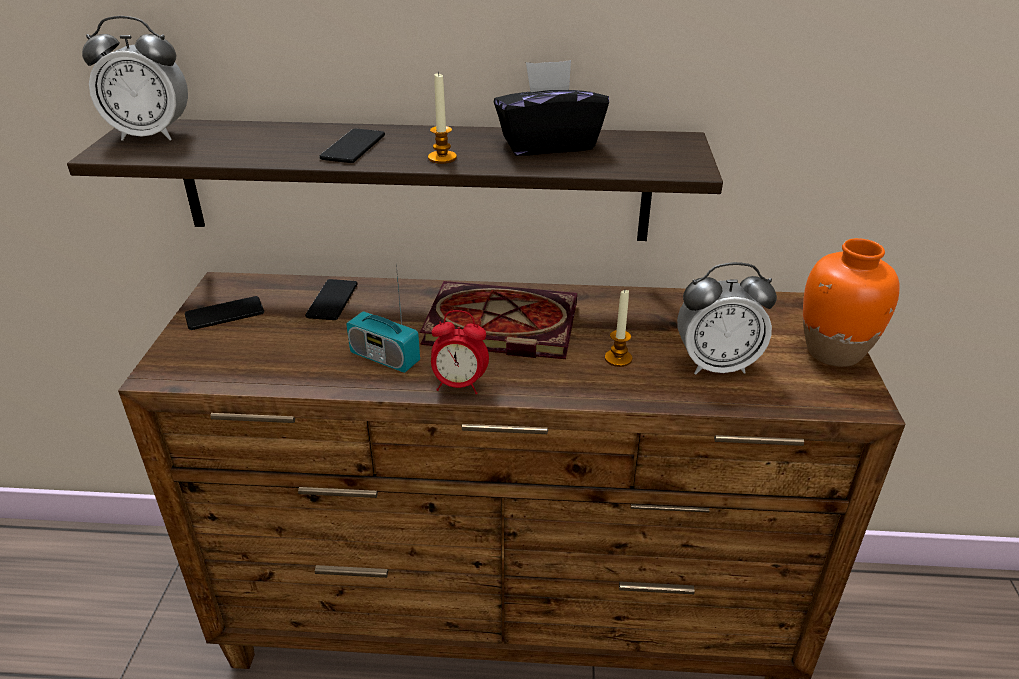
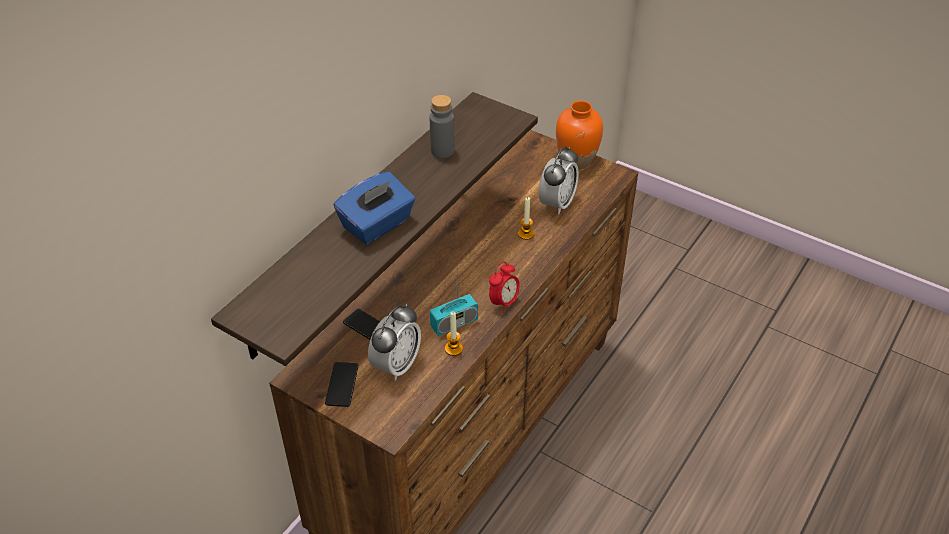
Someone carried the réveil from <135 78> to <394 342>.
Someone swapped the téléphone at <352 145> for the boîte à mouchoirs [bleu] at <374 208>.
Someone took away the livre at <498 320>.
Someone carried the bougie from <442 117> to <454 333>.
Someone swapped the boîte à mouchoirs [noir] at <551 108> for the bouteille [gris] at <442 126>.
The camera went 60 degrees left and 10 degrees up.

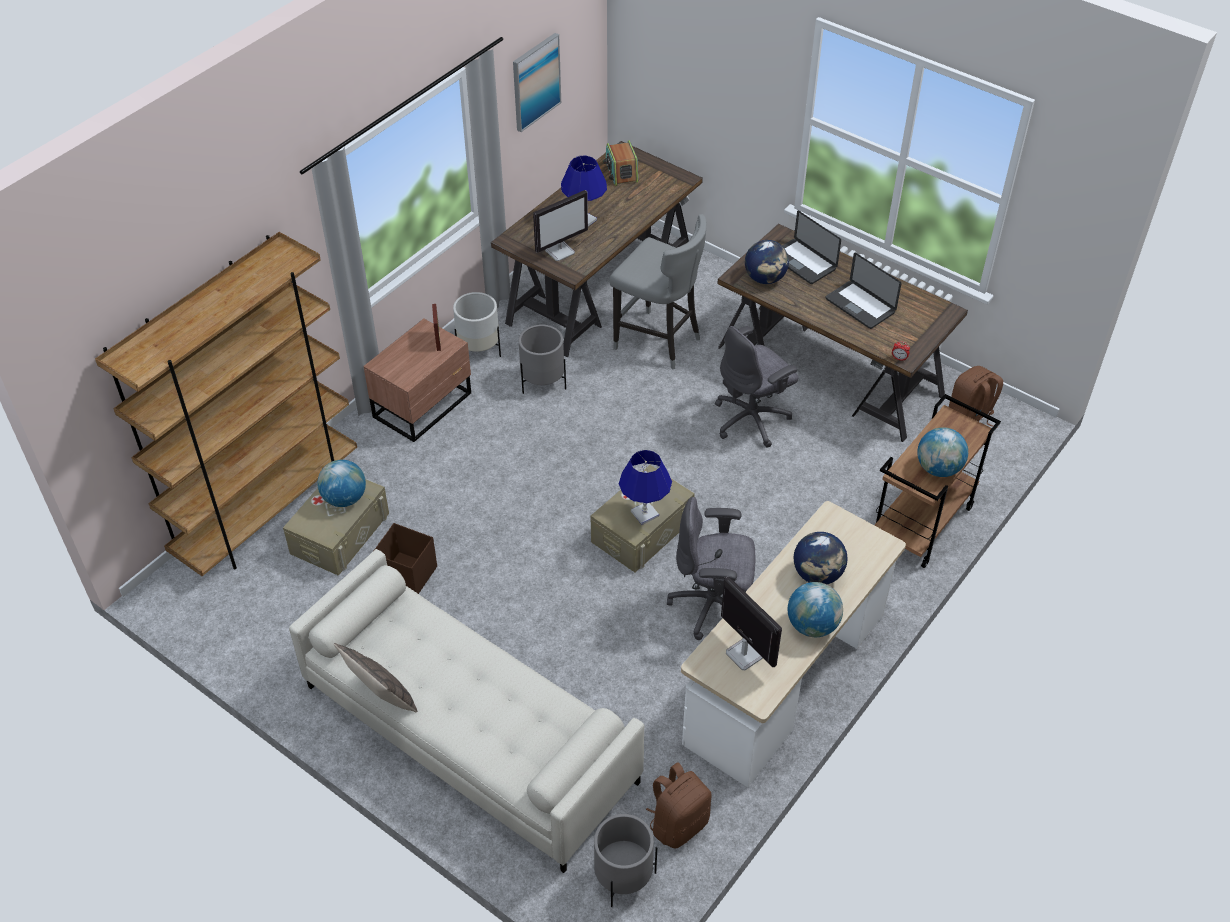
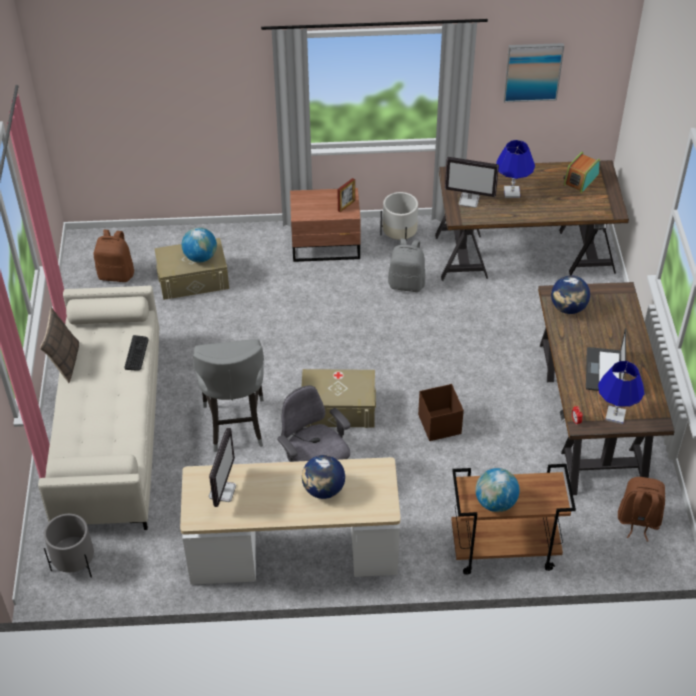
Someone took away the bibliothèque [marron] at <226 404>.
Someone carried the boîte de rangement [marron] from <405 558> to <441 412>.
Someone swapped the cache-pot [gris] at <542 359> for the sac à dos [gris] at <406 265>.
Someone carried the tabouret [gris] from <658 291> to <228 395>.
Someone carried the lampe de table [bleu] from <645 487> to <621 392>.
Someone carried the sac à dos [marron] from <678 805> to <114 256>.
Someone took away the chaise de bureau [gris] at <757 387>.
Someone took away the ordinateur portable at <811 247>.
Someone took away the globe at <815 609>.
Someone put down the clavier at <136 353>.
The camera went 50 degrees right and 0 degrees up.

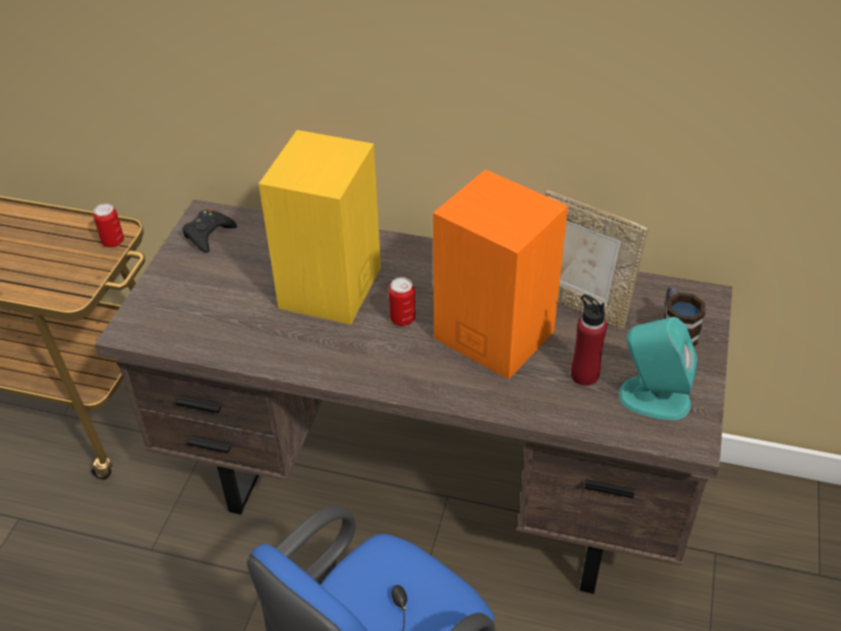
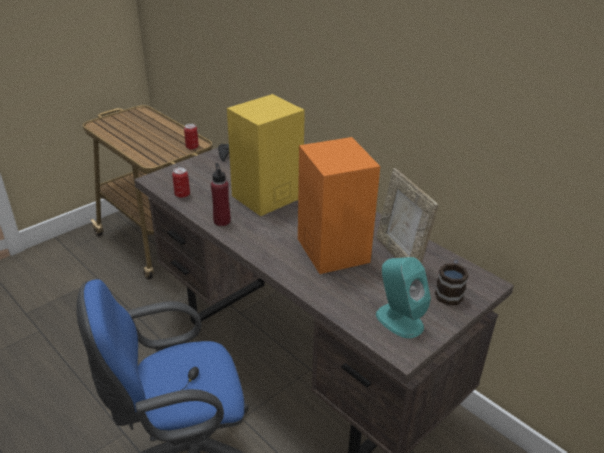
Someone carried the boîte métallique from <402 301> to <181 182>.
Someone carried the bouteille [rouge] from <589 340> to <221 194>.
The camera went 30 degrees right and 10 degrees down.

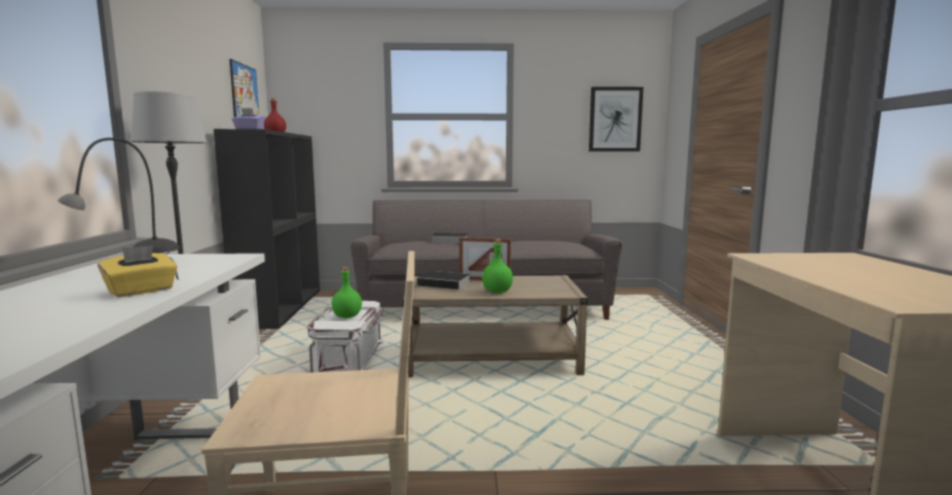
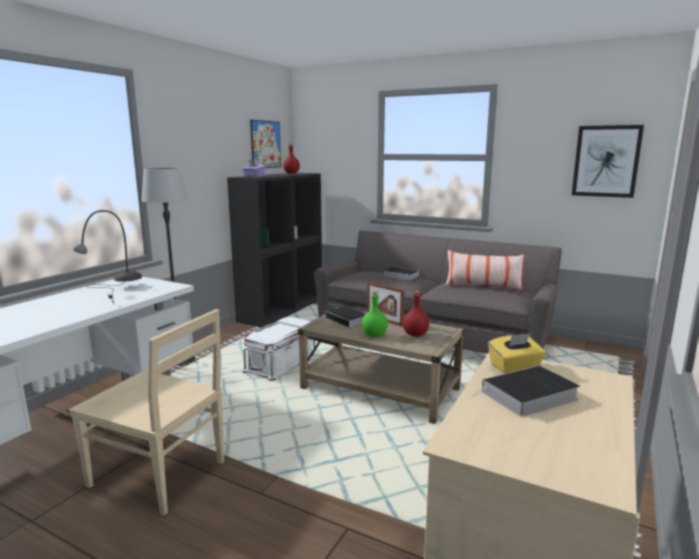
Someone carried the boîte à mouchoirs [jaune] from <137 271> to <517 353>.
Someone took away the bouteille [vert] at <346 292>.
Someone put down the bouteille [rouge] at <416 314>.
Someone put down the coussin at <485 270>.
Someone put down the livre at <526 391>.
The camera went 30 degrees right and 5 degrees up.

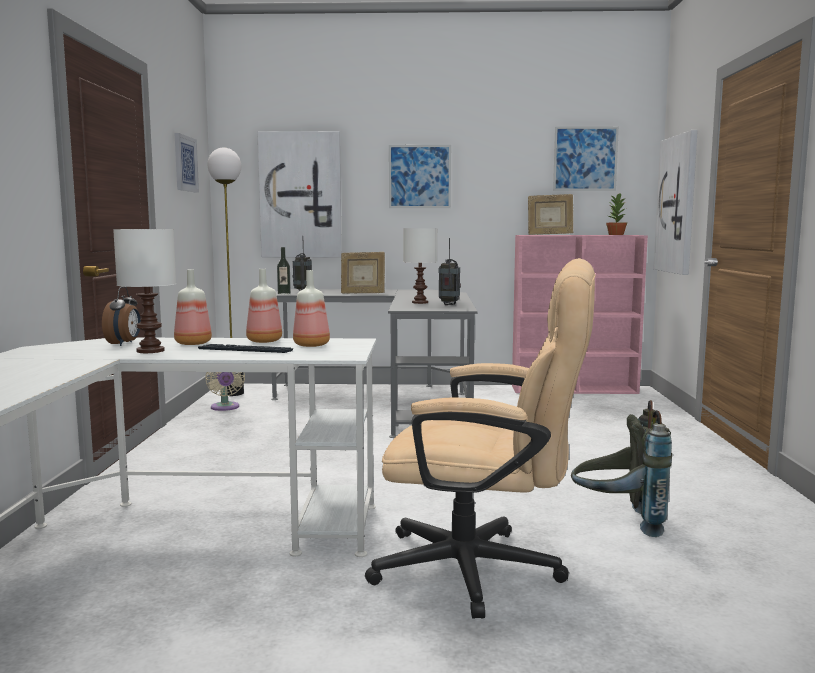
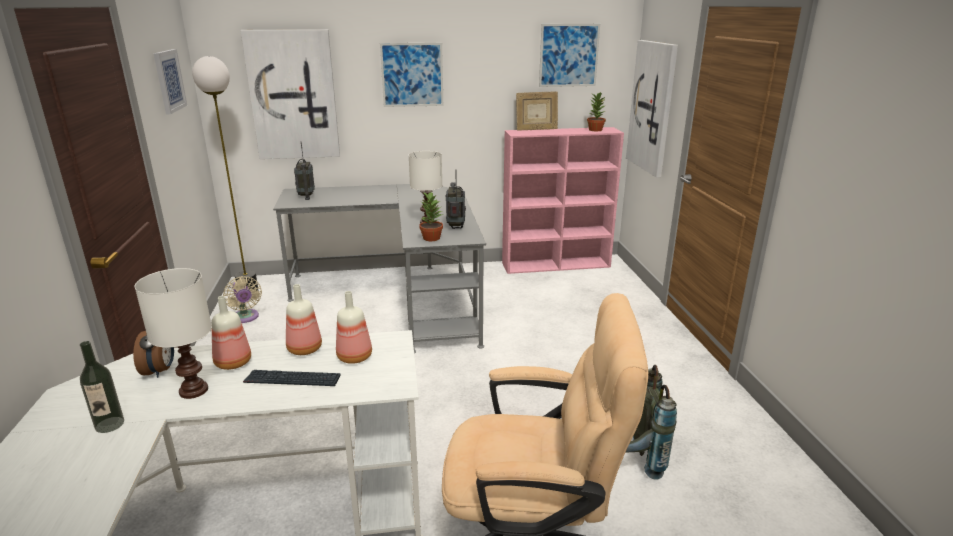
Someone carried the bouteille from <284 271> to <102 387>.
Someone took away the cadre photo at <363 272>.
Someone put down the plante en pot at <431 216>.
The camera went 10 degrees left and 15 degrees up.

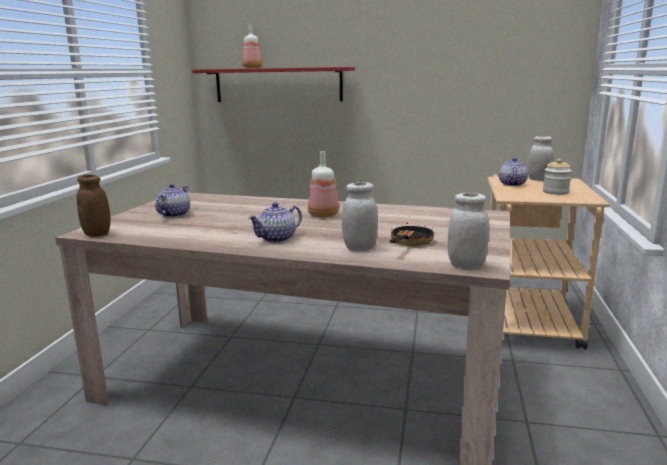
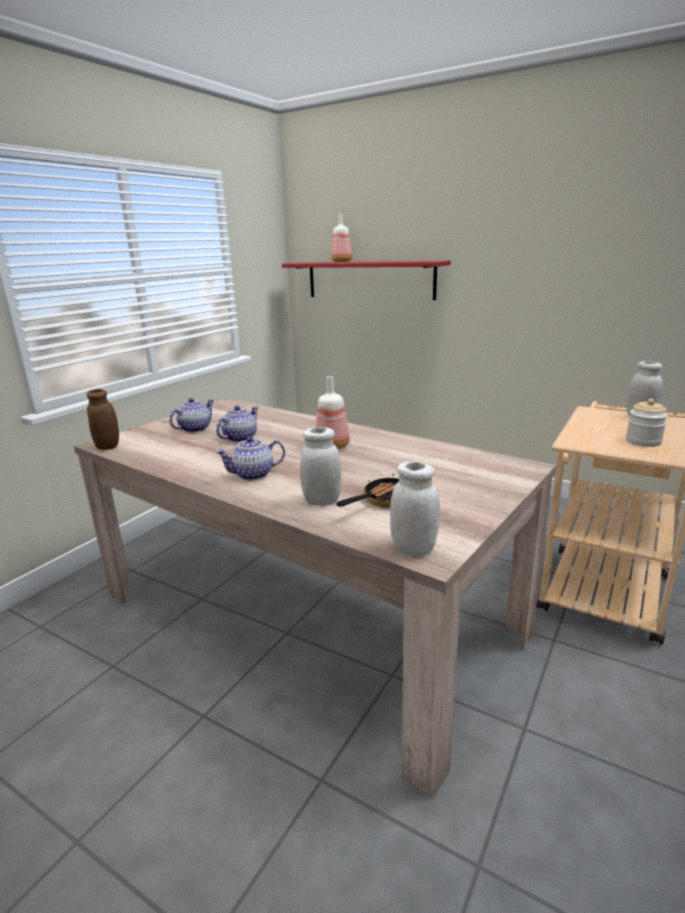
Someone carried the théière from <513 172> to <237 424>.
The camera went 20 degrees right and 5 degrees up.

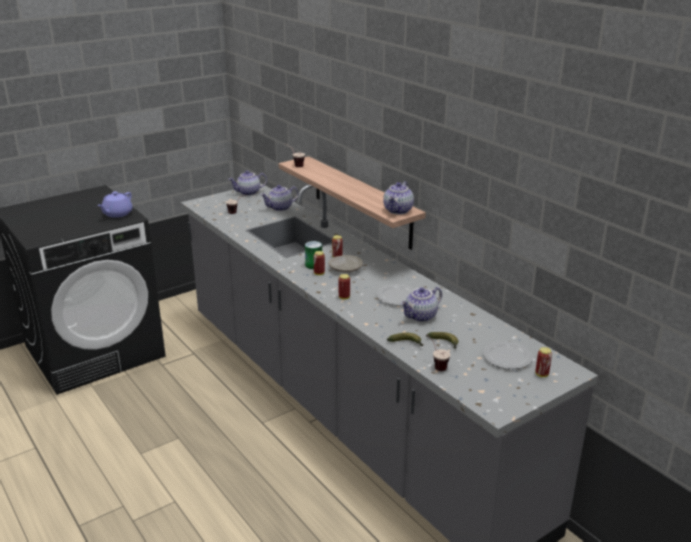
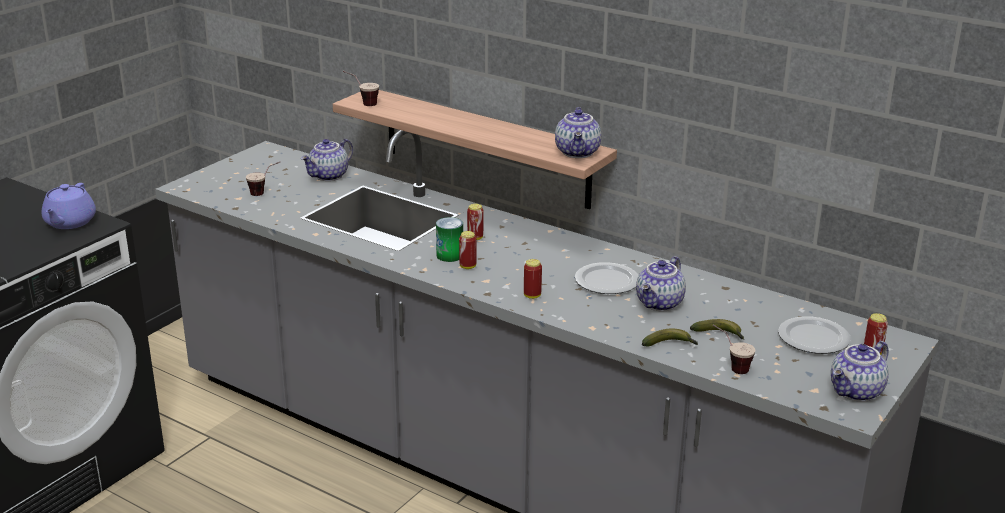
Someone carried the théière from <247 183> to <860 371>.
Someone took away the assiette [beige] at <345 264>.
The camera went 20 degrees left and 0 degrees up.

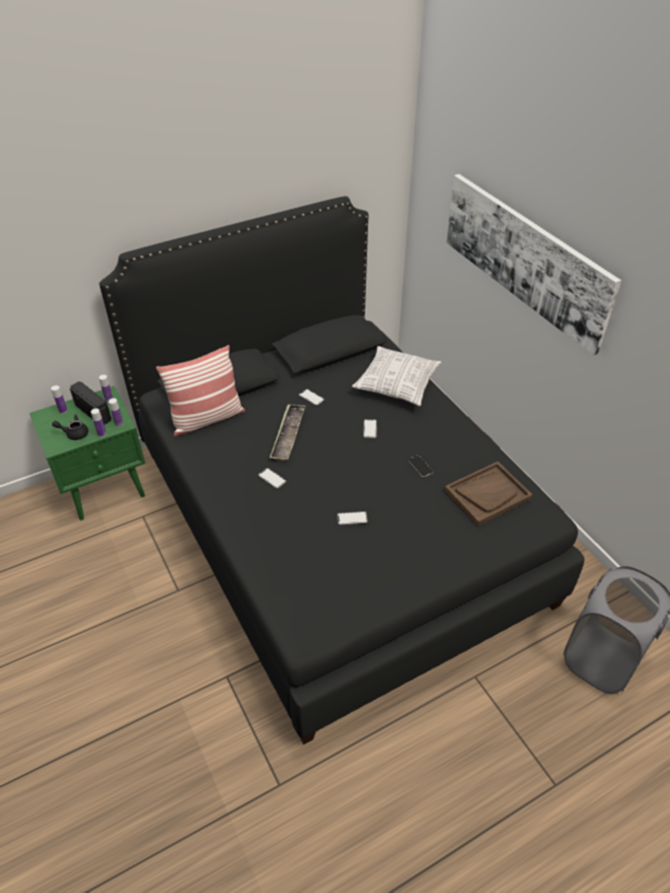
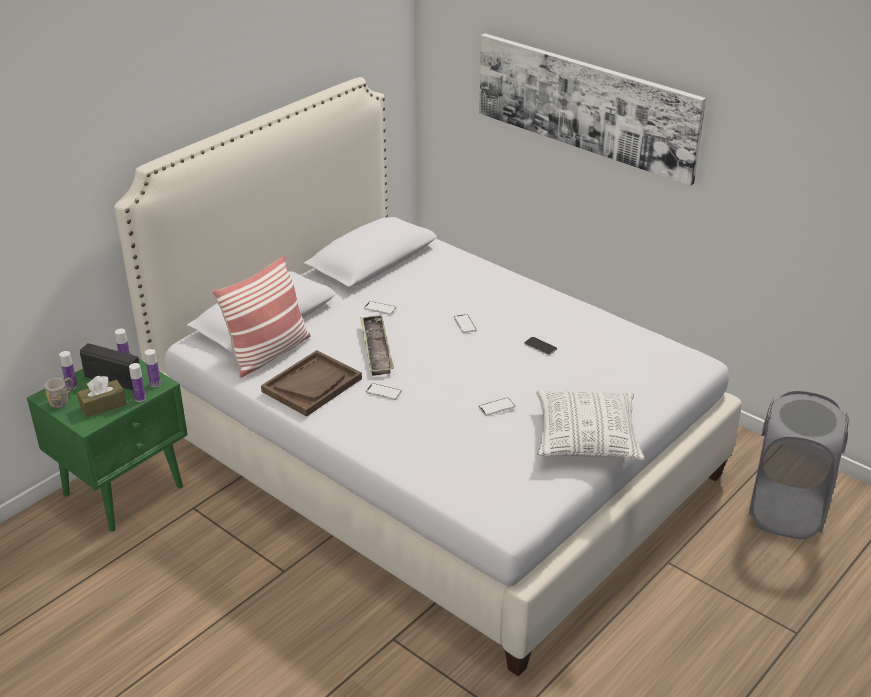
Someone swapped the théière [noir] at <70 427> for the boîte à mouchoirs [marron] at <102 396>.
Someone repainted the lit [noir] at <341 470>, which became the lit [blanc] at <428 377>.
Someone carried the coussin from <397 376> to <590 425>.
Someone carried the plateau [marron] from <489 493> to <311 383>.
Someone put down the mug [gris] at <59 392>.
The camera went 20 degrees left and 10 degrees down.

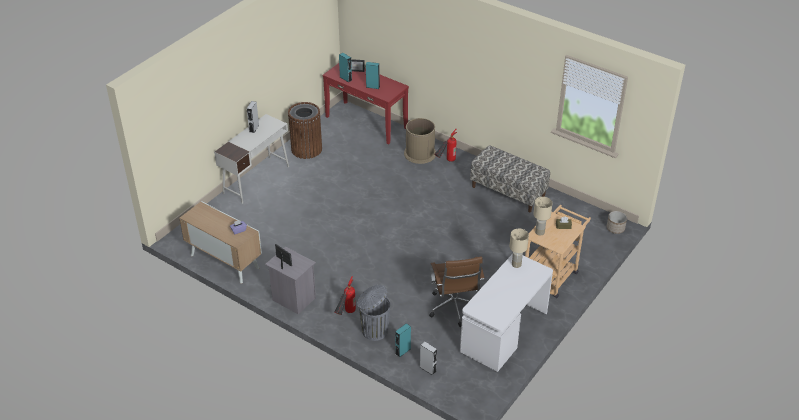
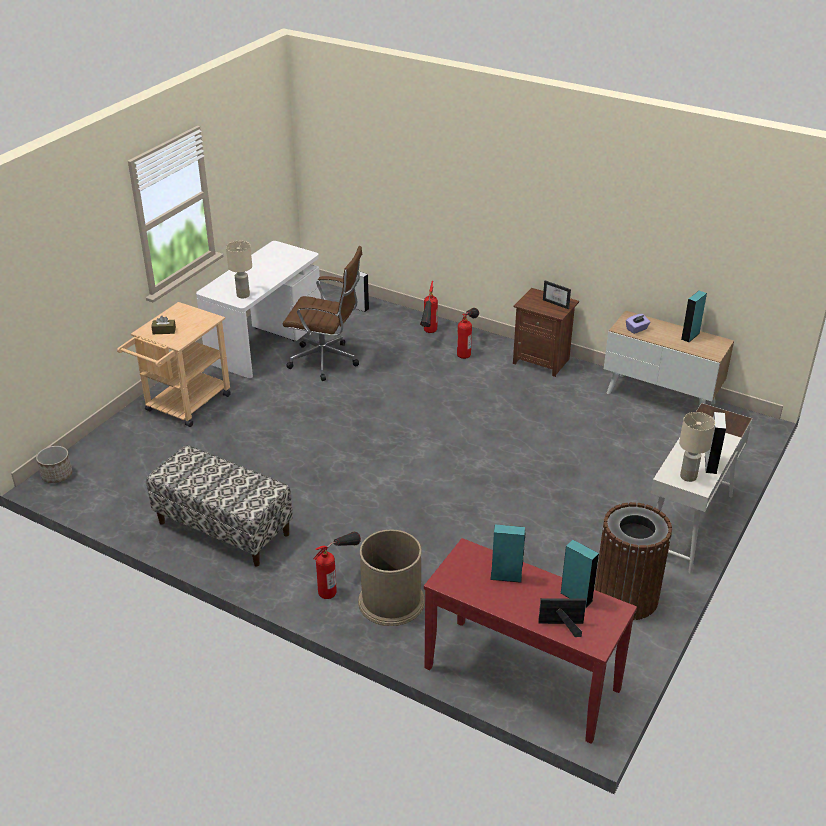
Someone repainted the table de chevet [gris] at <290 280>, which became the table de chevet [marron] at <546 332>.
Someone swapped the poubelle [gris] at <373 312> for the extincteur at <429 307>.
Someone carried the enceinte [turquoise] from <403 340> to <694 316>.
Someone rotated the chaise de bureau [marron] at <456 292> by 120 degrees clockwise.
Someone carried the lampe de table [beige] from <543 216> to <697 447>.
The camera went 175 degrees right and 5 degrees down.

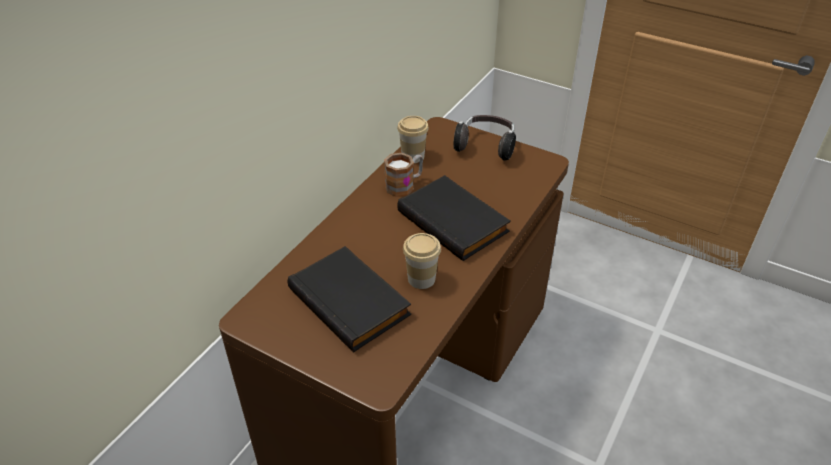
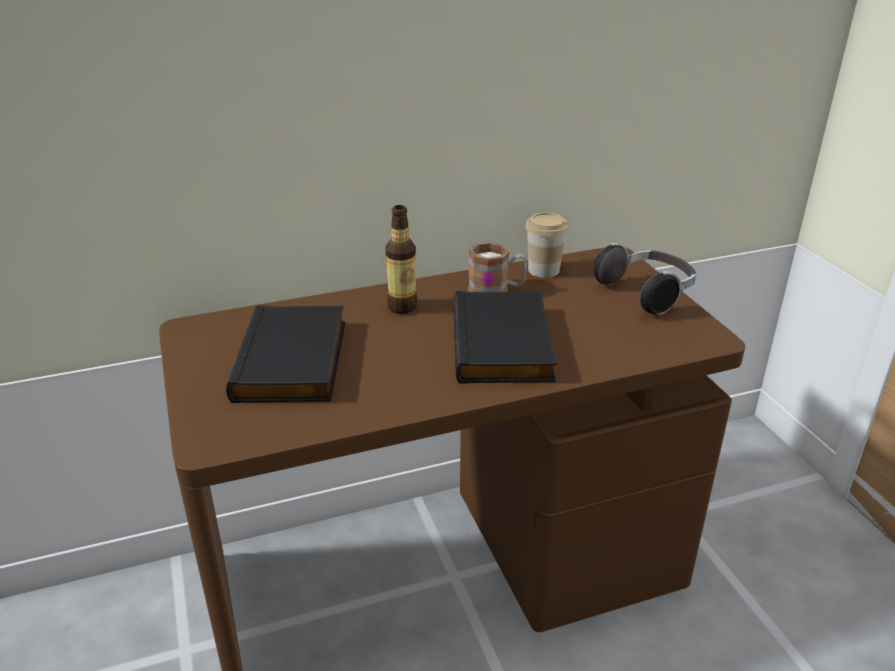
Someone took away the tasse at <422 261>.
Someone put down the bouteille at <401 259>.
The camera went 40 degrees right and 10 degrees down.

